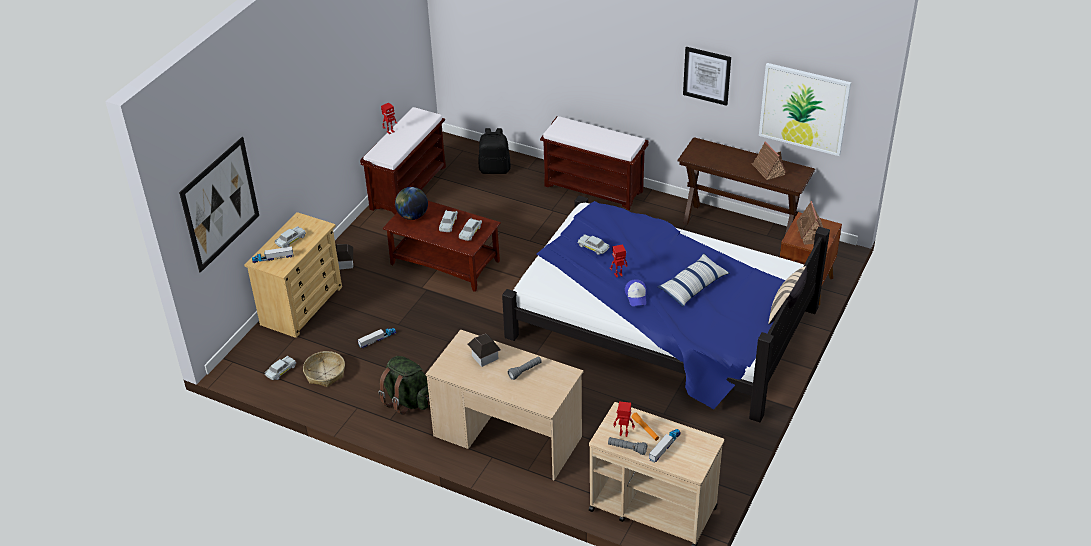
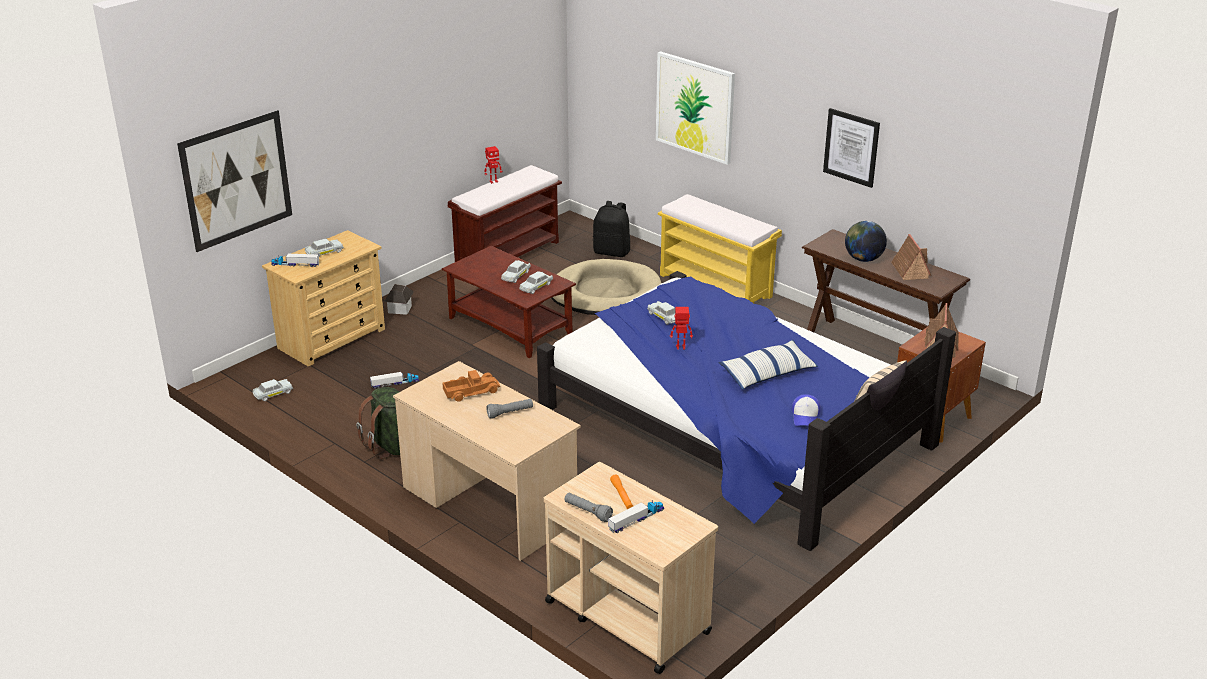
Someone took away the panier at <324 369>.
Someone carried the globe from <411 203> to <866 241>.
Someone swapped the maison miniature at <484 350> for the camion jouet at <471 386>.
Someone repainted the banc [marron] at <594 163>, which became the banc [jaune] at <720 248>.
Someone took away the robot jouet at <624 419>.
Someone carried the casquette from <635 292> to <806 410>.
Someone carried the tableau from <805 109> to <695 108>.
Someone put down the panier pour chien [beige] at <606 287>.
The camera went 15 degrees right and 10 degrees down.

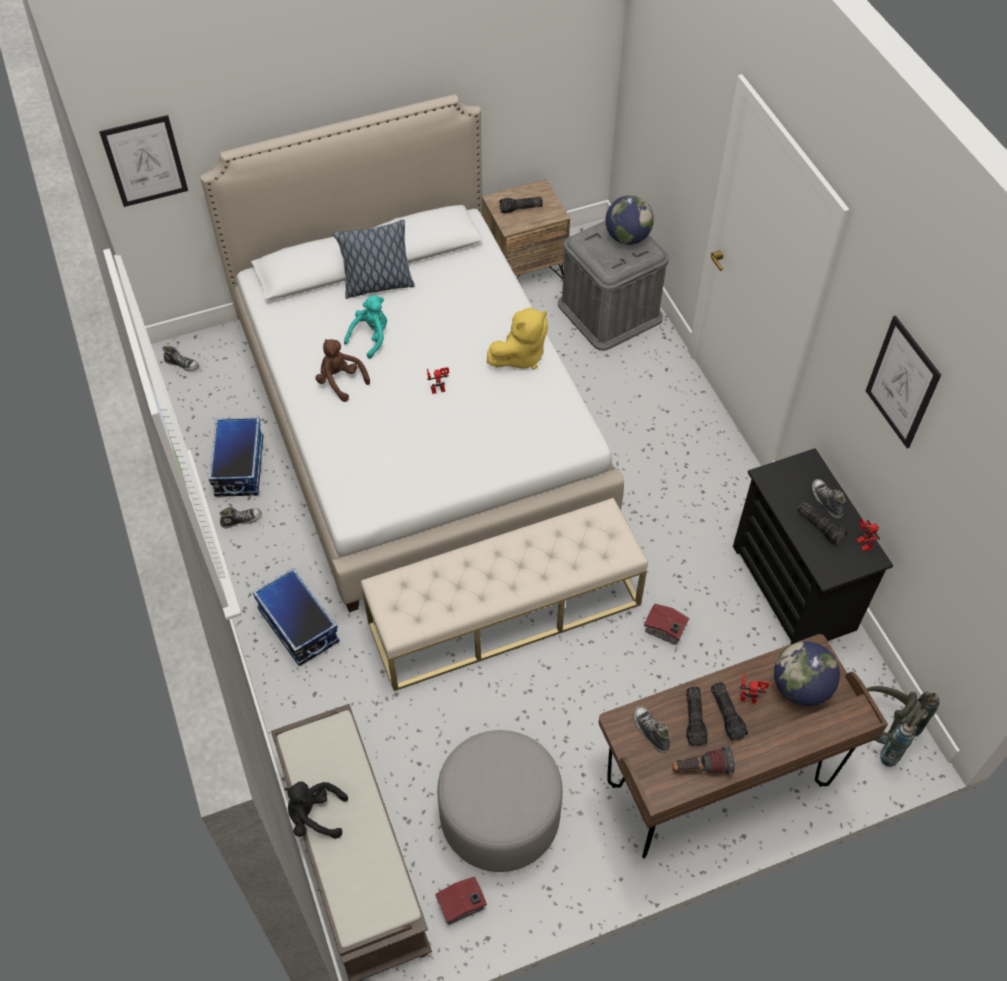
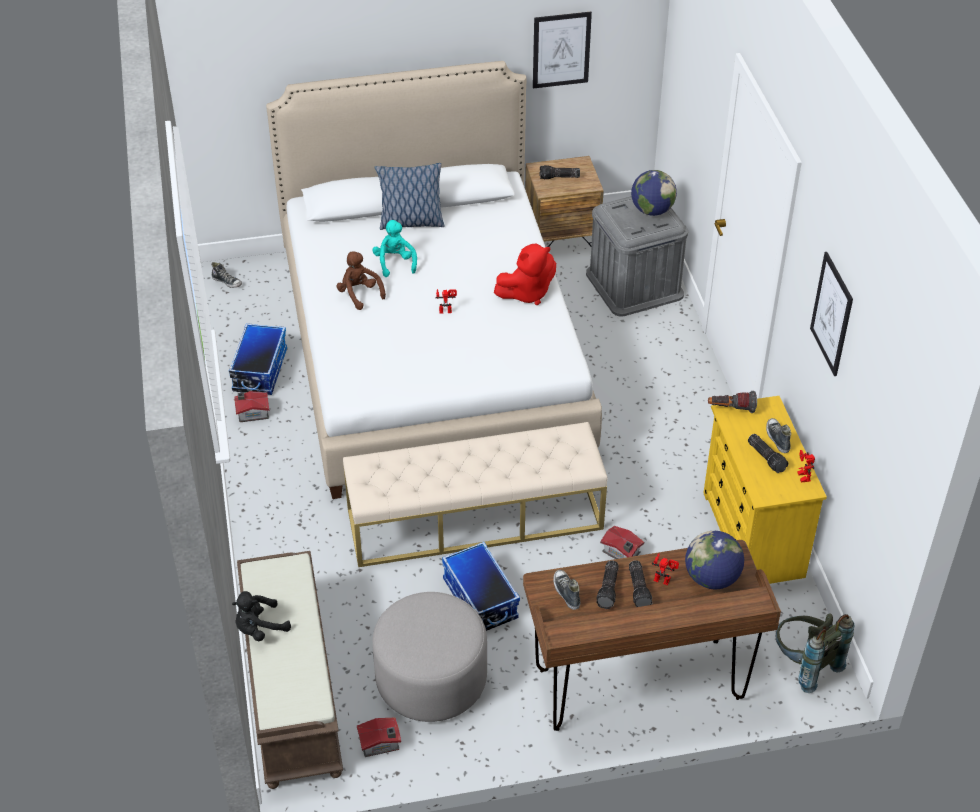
Someone carried the tableau from <143 161> to <562 50>.
Someone swapped the chaussure at <241 517> for the maison miniature at <251 406>.
Someone carried the boîte de rangement from <296 617> to <481 586>.
Someone rotated the peluche [noir] at <316 810> by 45 degrees counterclockwise.
Someone rotated the peluche [turquoise] at <365 327> by 60 degrees counterclockwise.
Someone repainted the peluche [jaune] at <517 338>, which became the peluche [rouge] at <525 274>.
Someone carried the lampe de poche from <703 760> to <732 402>.
Someone repainted the commode [noir] at <813 546>, which became the commode [jaune] at <765 490>.
The camera went 10 degrees right and 10 degrees down.

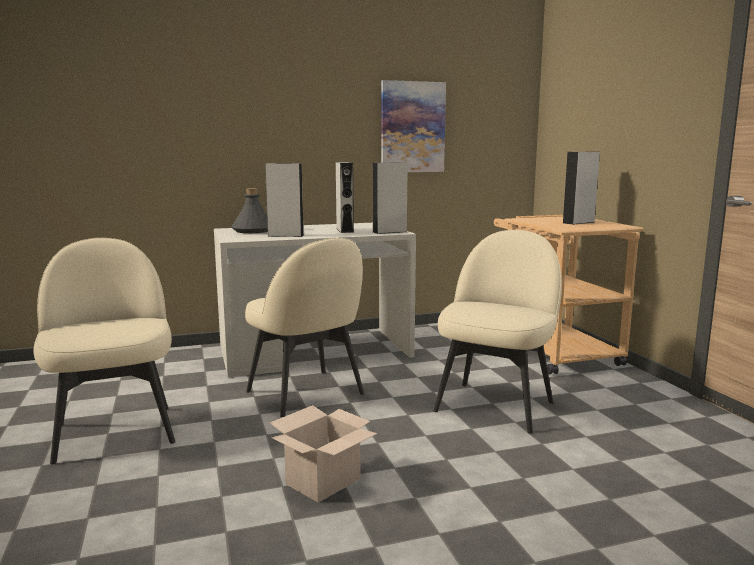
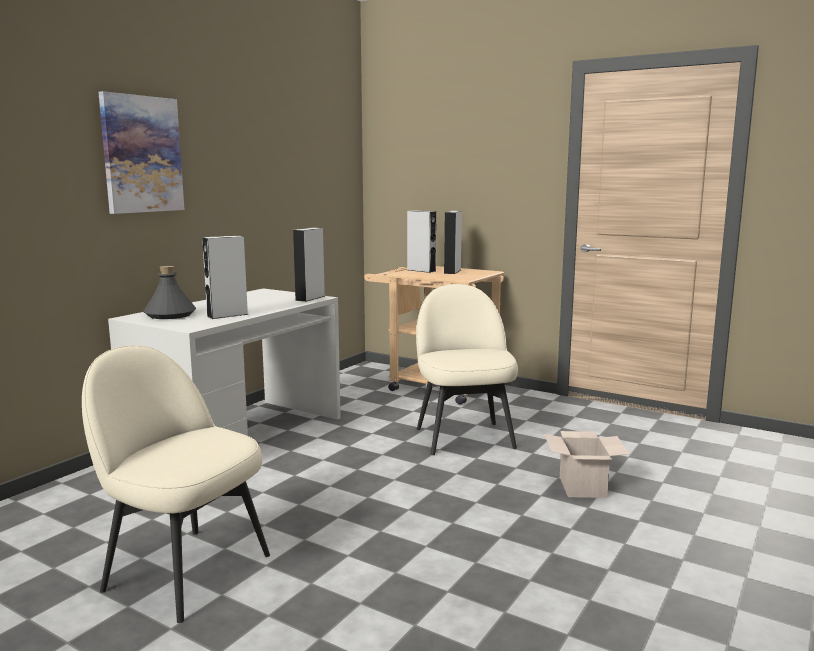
Someone took away the chaise [beige] at <304 327>.
Someone carried the carton from <323 454> to <586 464>.
Someone carried the enceinte [gris] from <345 197> to <421 241>.
Someone carried the tableau from <413 126> to <141 152>.
The camera went 40 degrees left and 0 degrees up.

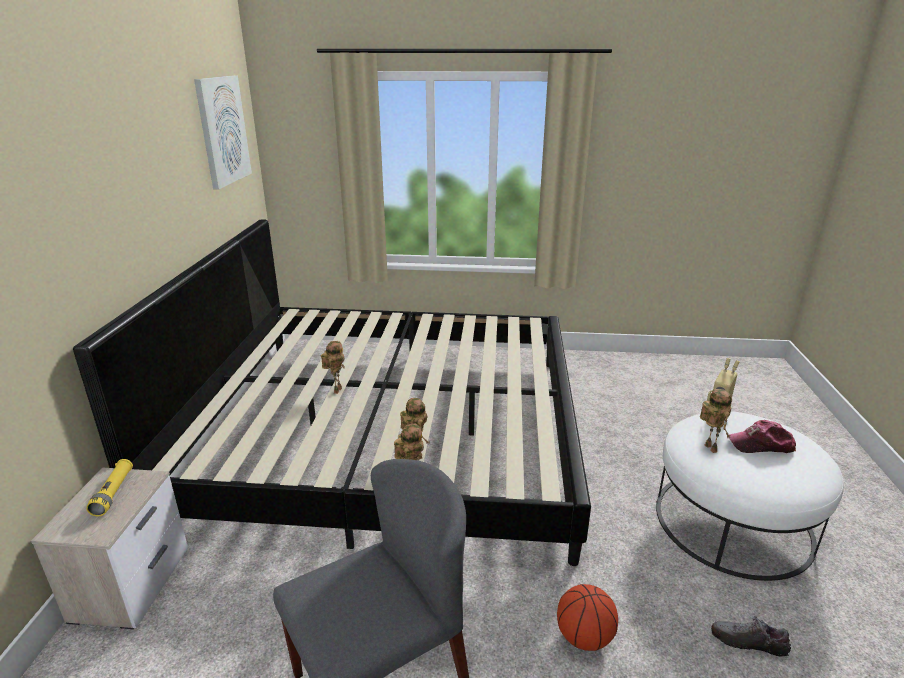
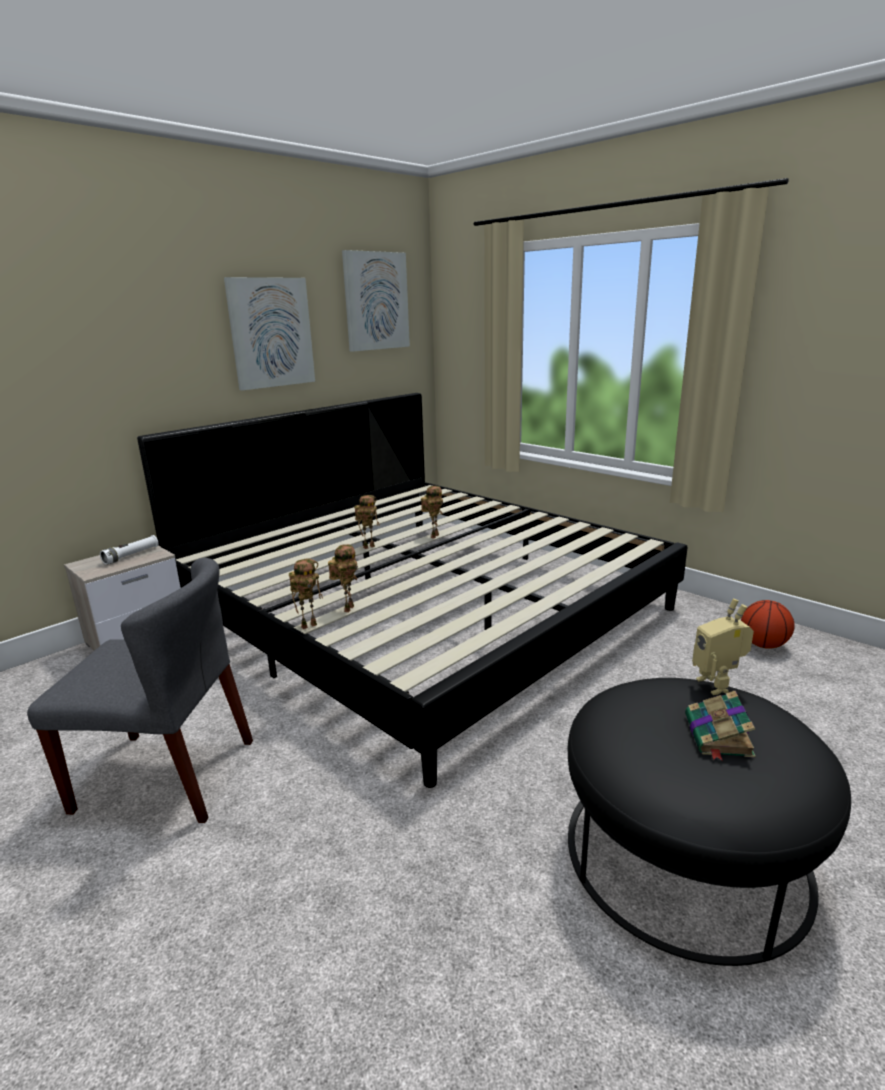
Someone repainted the lampe de poche [jaune] at <109 488>, which became the lampe de poche [blanc] at <129 549>.
Someone carried the ballon de basket from <587 617> to <768 624>.
Someone repainted the pouf [blanc] at <750 496>, which became the pouf [noir] at <709 822>.
Someone carried the robot jouet from <716 421> to <432 512>.
Someone took away the chaussure at <751 636>.
Someone swapped the casquette at <762 436> for the livre at <720 726>.
Someone put up the tableau at <269 333>.
The camera went 40 degrees right and 5 degrees down.

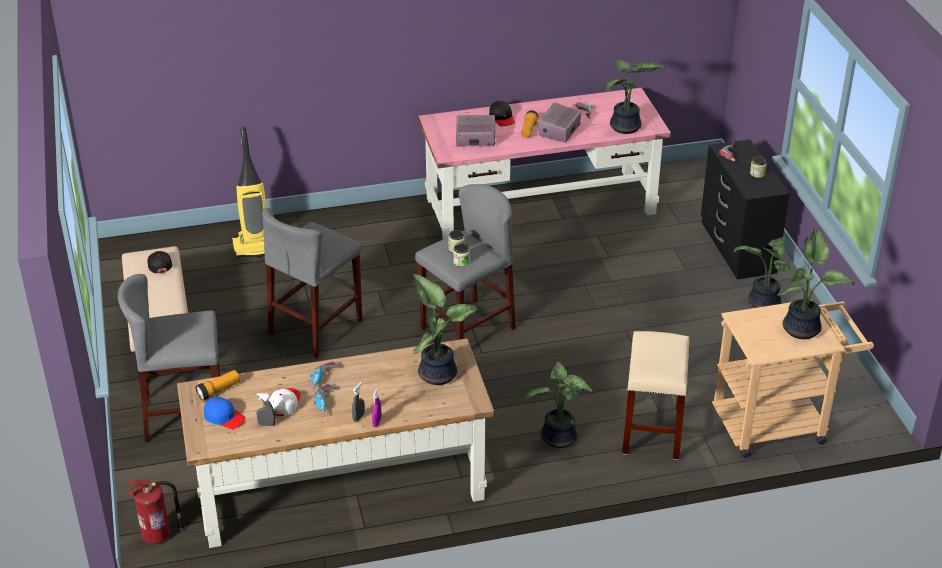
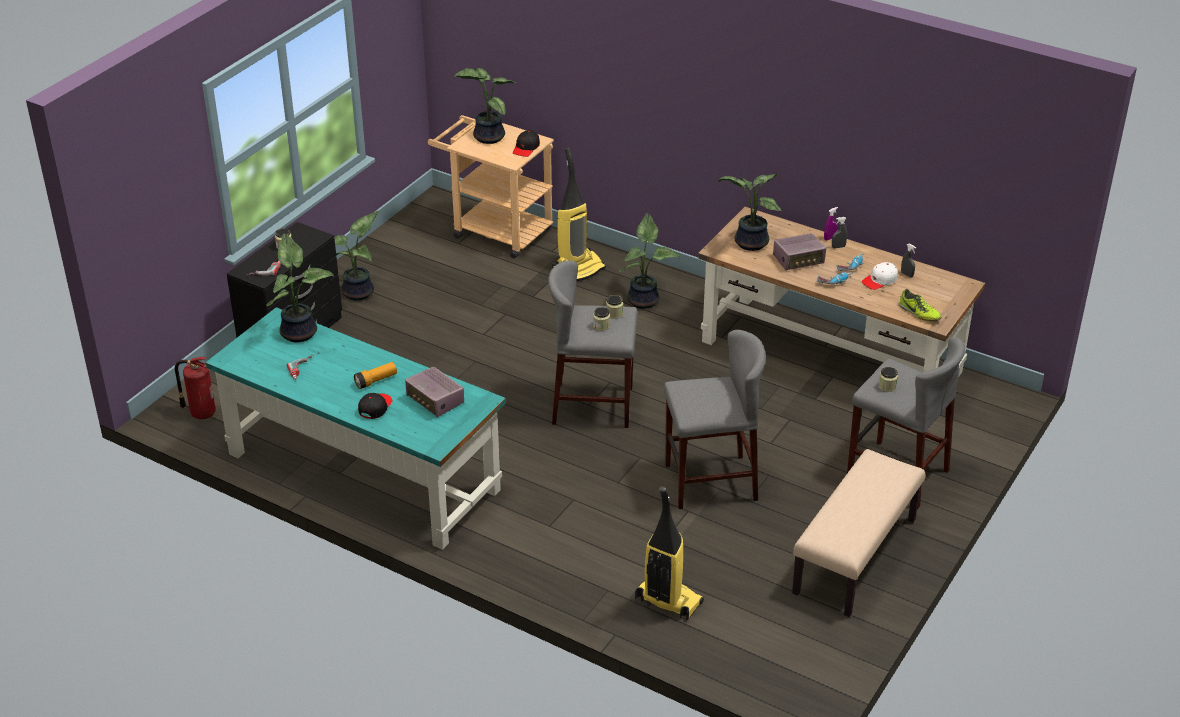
Someone carried the extincteur from <155 512> to <195 388>.
Someone carried the casquette [noir] from <160 262> to <526 143>.
Someone swapped the lampe de poche at <218 385> for the chaussure at <920 305>.
Someone took away the casquette [bleu] at <224 413>.
Someone repainted the bureau [rose] at <544 163>, which became the bureau [turquoise] at <355 428>.
Someone carried the radio from <560 123> to <799 252>.
Someone swapped the tabouret [beige] at <656 395> for the aspirateur at <579 214>.
Someone put down the bocal at <888 379>.
The camera went 135 degrees left and 0 degrees up.

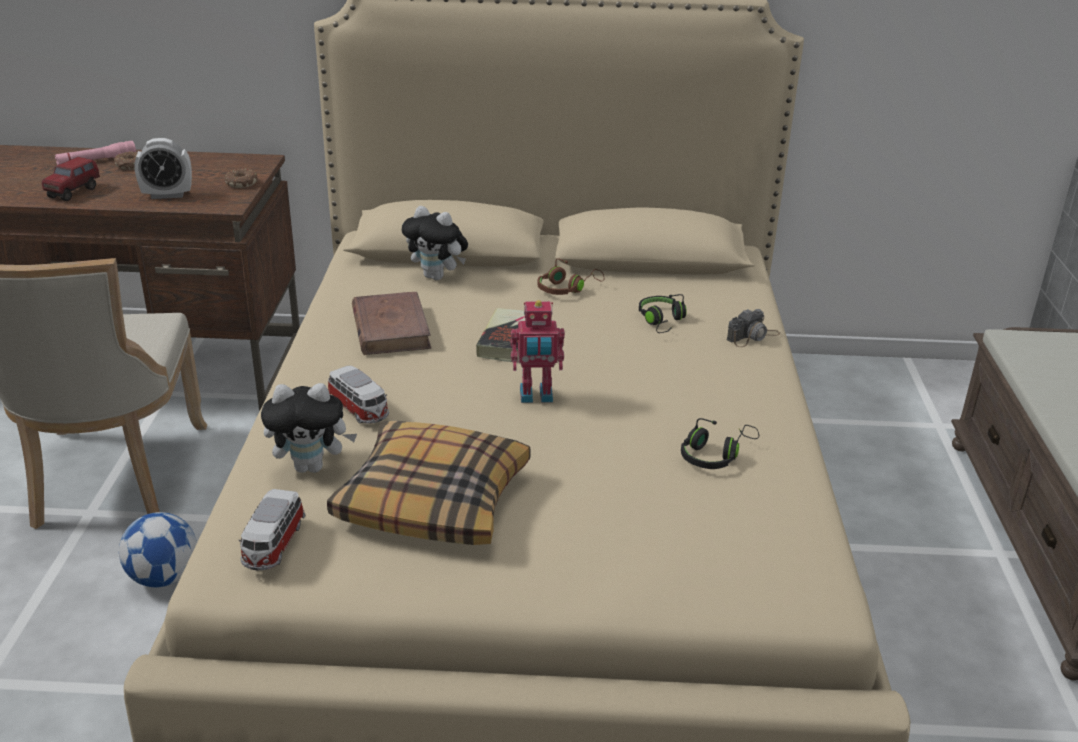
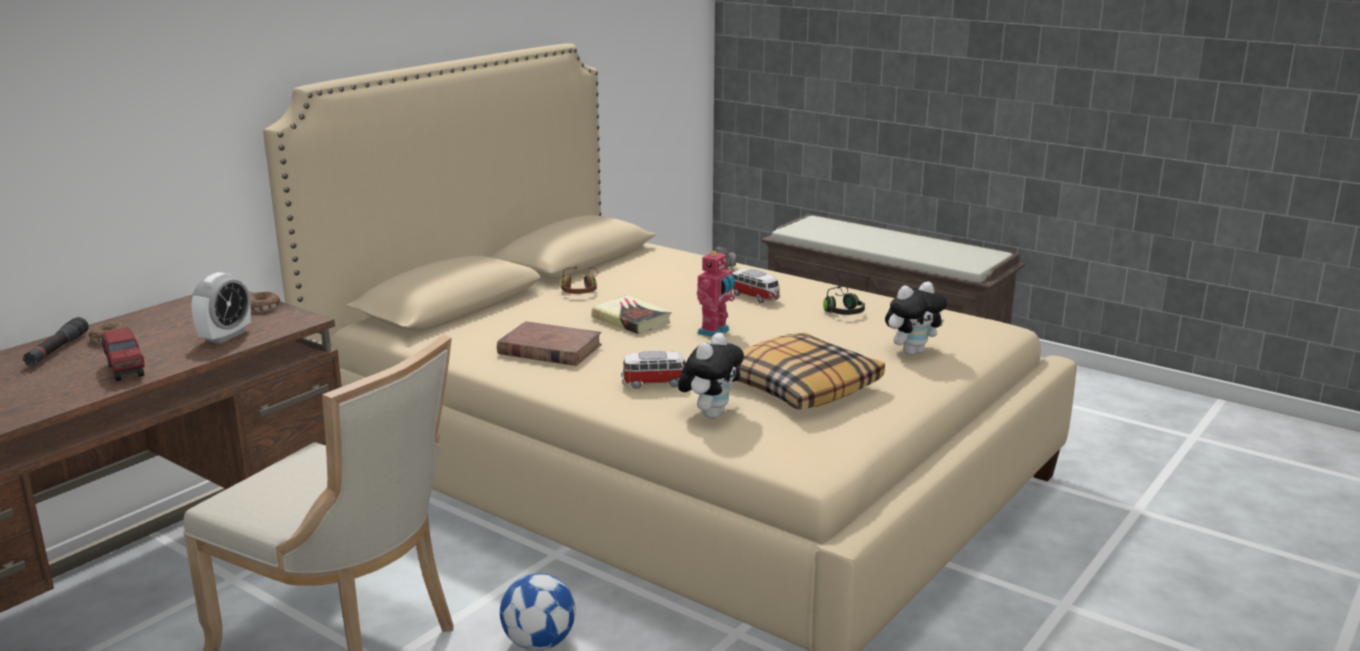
Someone repainted the lampe de poche [rose] at <95 153>, which became the lampe de poche [noir] at <56 341>.
Someone carried the petite voiture from <272 530> to <756 286>.
Someone carried the peluche from <435 243> to <916 318>.
Someone took away the casque audio [noir] at <663 313>.
The camera went 55 degrees left and 10 degrees down.

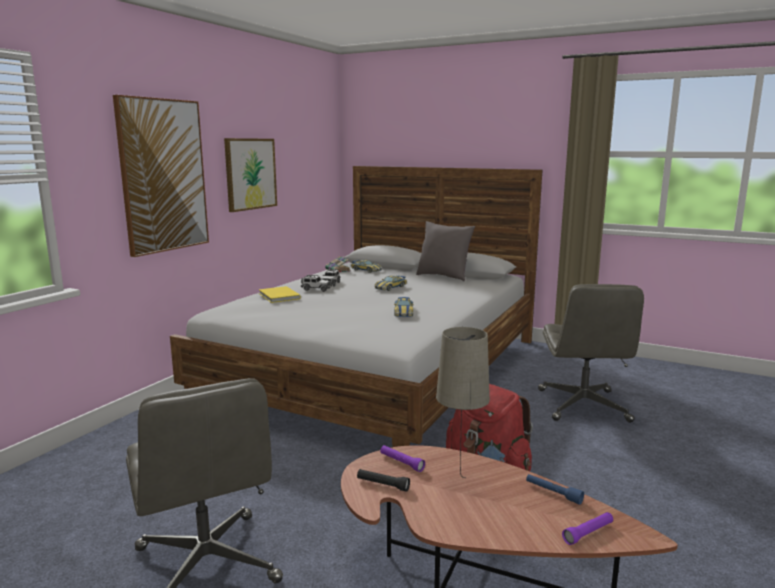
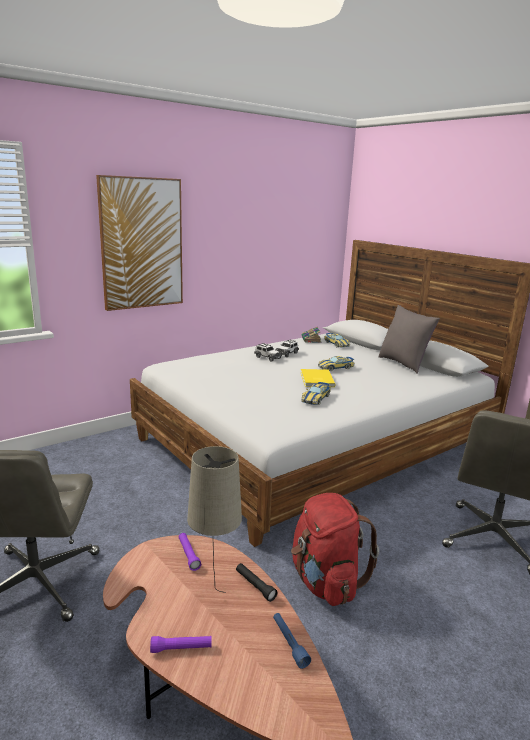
Someone took away the tableau at <250 175>.
Someone carried the livre [jaune] from <280 294> to <318 378>.
Someone carried the lampe de poche [noir] from <383 480> to <257 582>.
Someone carried the lampe de poche [violet] from <587 528> to <181 644>.
The camera went 25 degrees right and 5 degrees up.

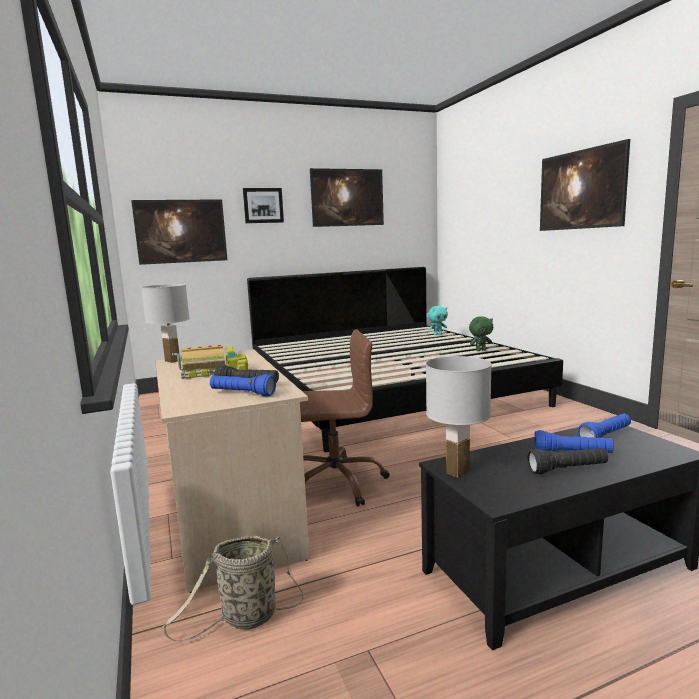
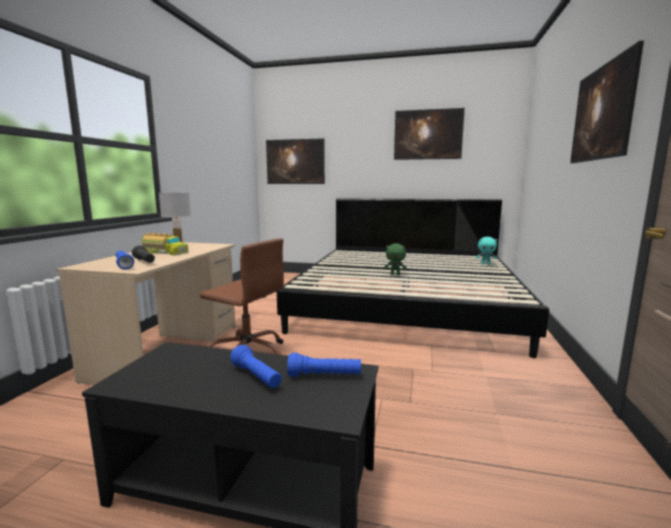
Someone took away the panier at <233 589>.
Someone took away the tableau at <263 205>.
Someone took away the lampe de table [blanc] at <459 417>.
Someone carried the peluche [vert] from <481 333> to <395 259>.
Someone took away the lampe de poche [noir] at <567 461>.
The camera went 35 degrees right and 0 degrees up.

